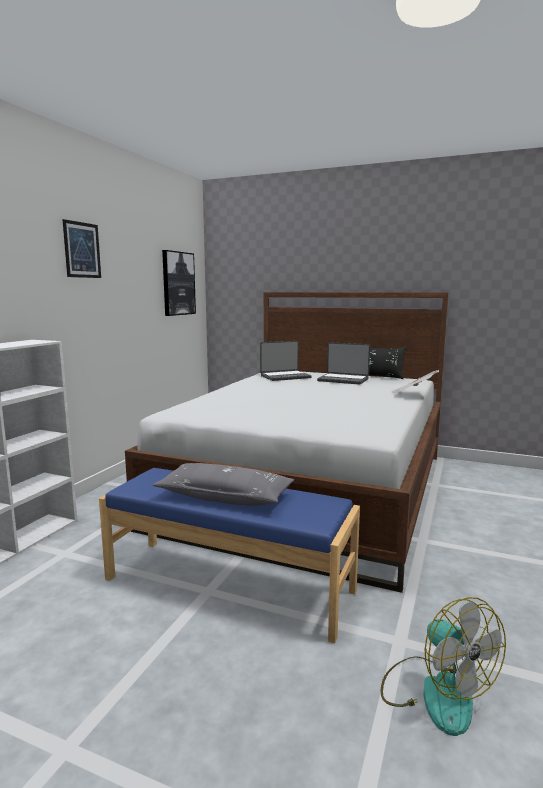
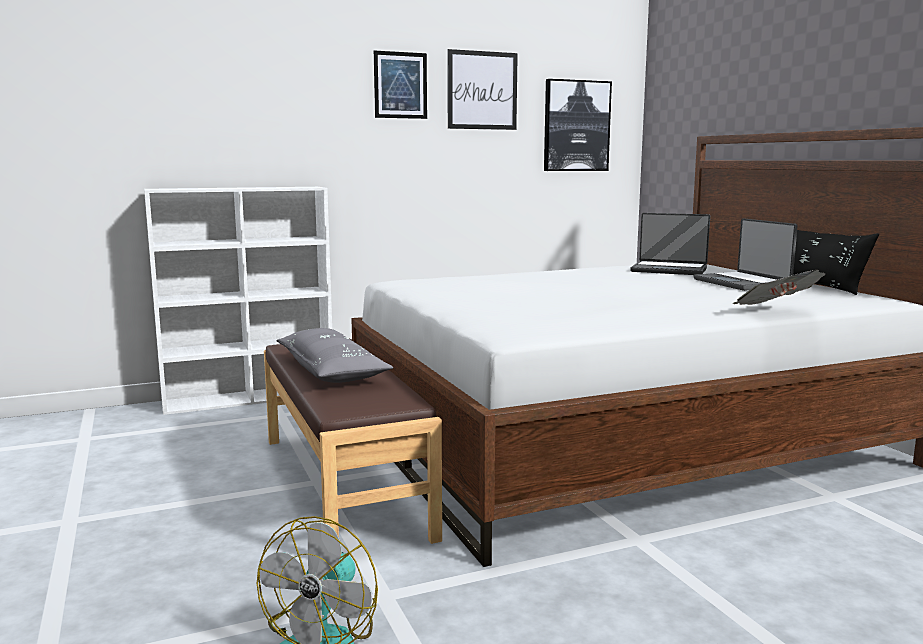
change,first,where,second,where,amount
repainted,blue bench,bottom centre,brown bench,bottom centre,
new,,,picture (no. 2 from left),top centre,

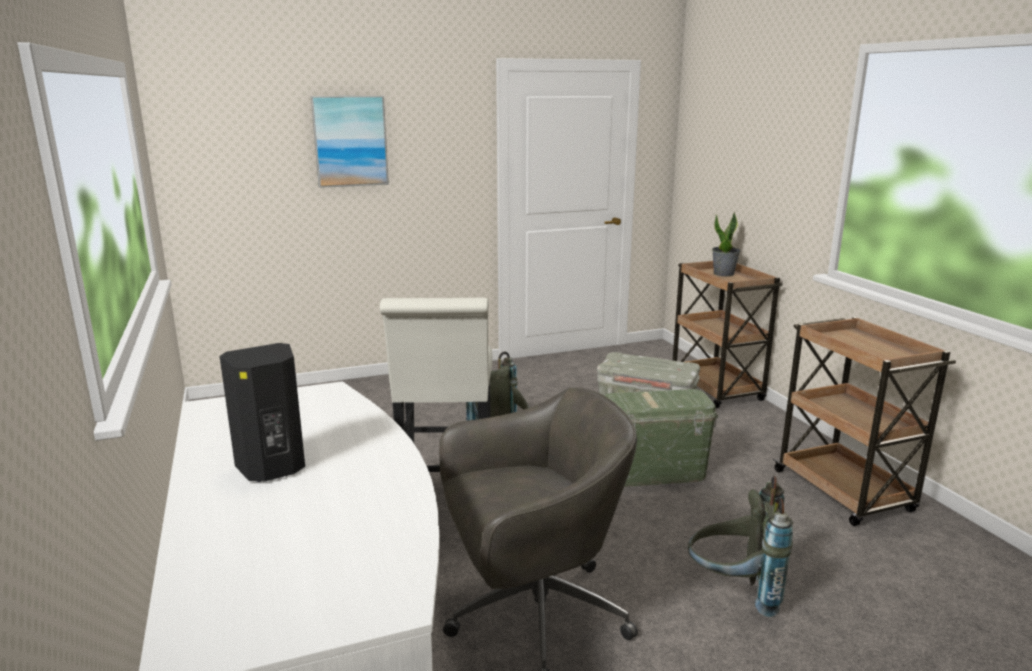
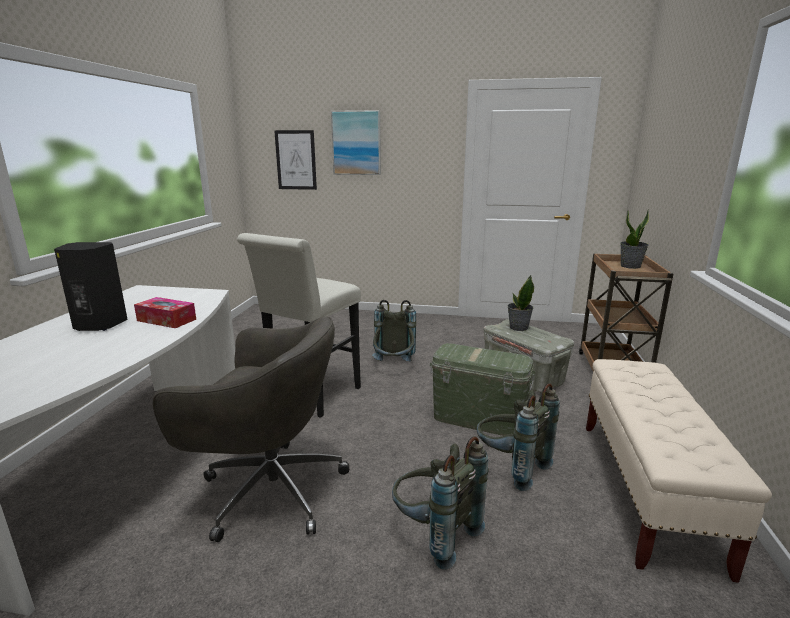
change,first,where,second,where,amount
swapped,brown cart (no. 2 from left),middle right,beige bench,bottom right,
new,,,tissue box,middle left,
new,,,picture (no. 1 from left),top centre,
new,,,grey backpack (no. 3 from left),bottom centre,
new,,,potted plant (no. 1 from left),centre,

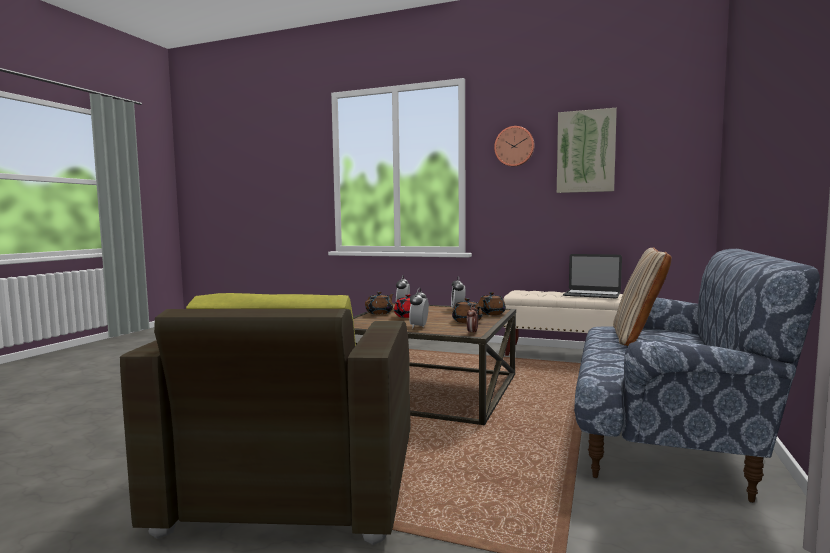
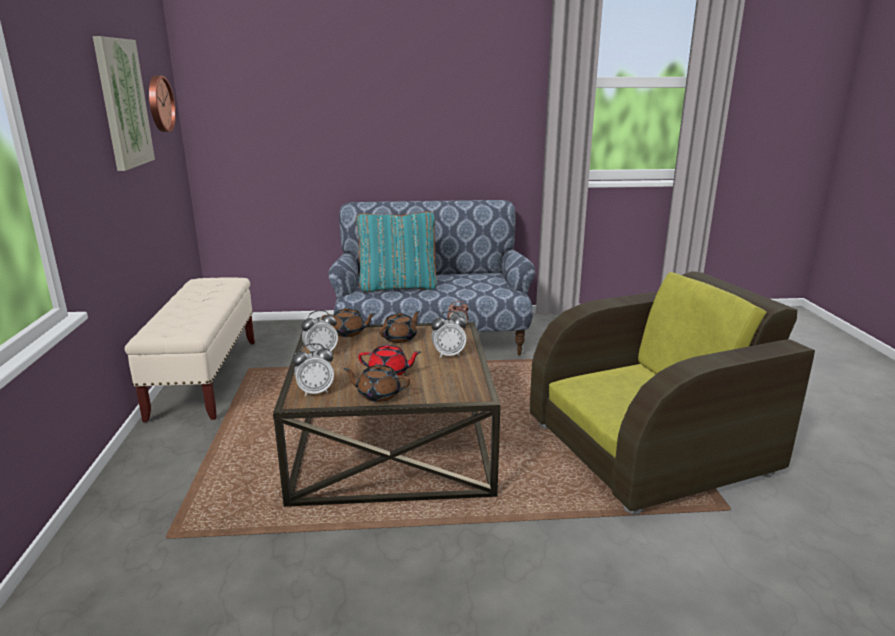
change,first,where,second,where,amount
shifted,wall clock,top centre,,top left,
gone,laptop,middle right,,,
repainted,beige pillow,middle right,turquoise pillow,centre,

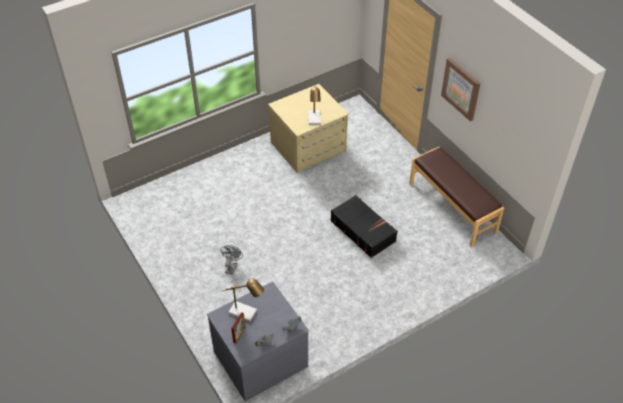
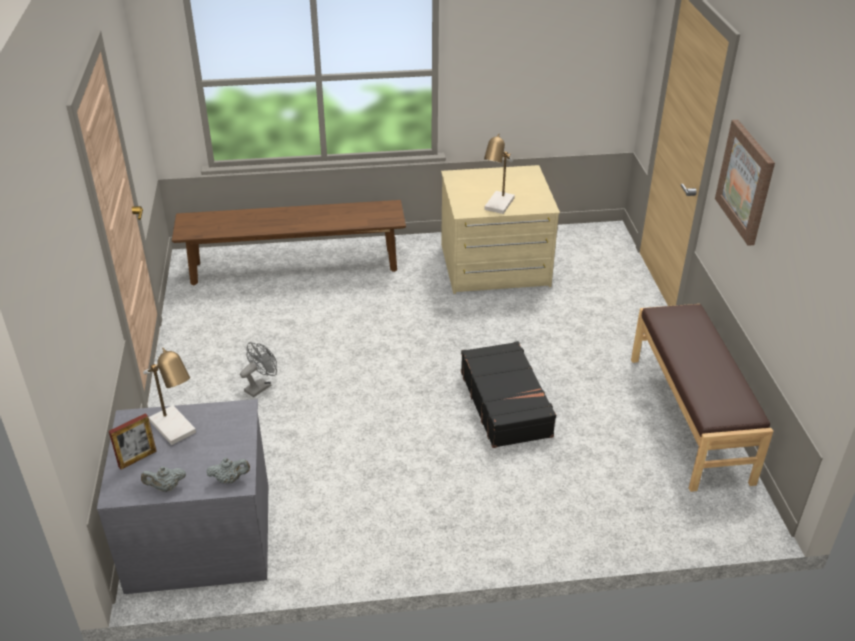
change,first,where,second,where,amount
new,,,brown bench (no. 1 from left),centre,

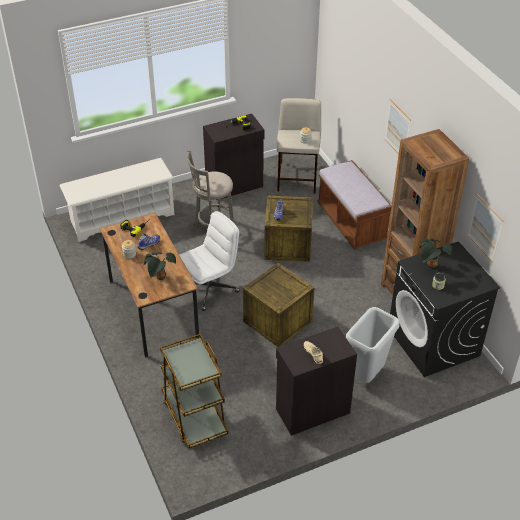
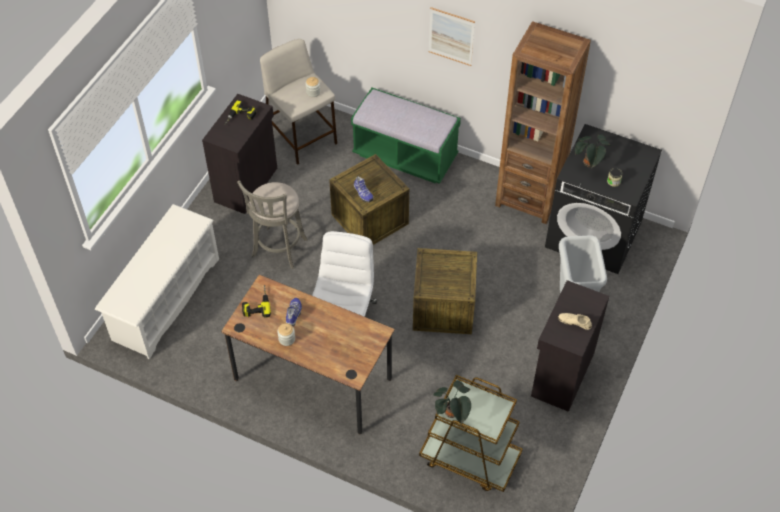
change,first,where,second,where,amount
shifted,potted plant (no. 1 from left),middle left,,bottom centre,
repainted,brown bench,middle right,green bench,top centre,
gone,picture (no. 2 from left),middle right,,,

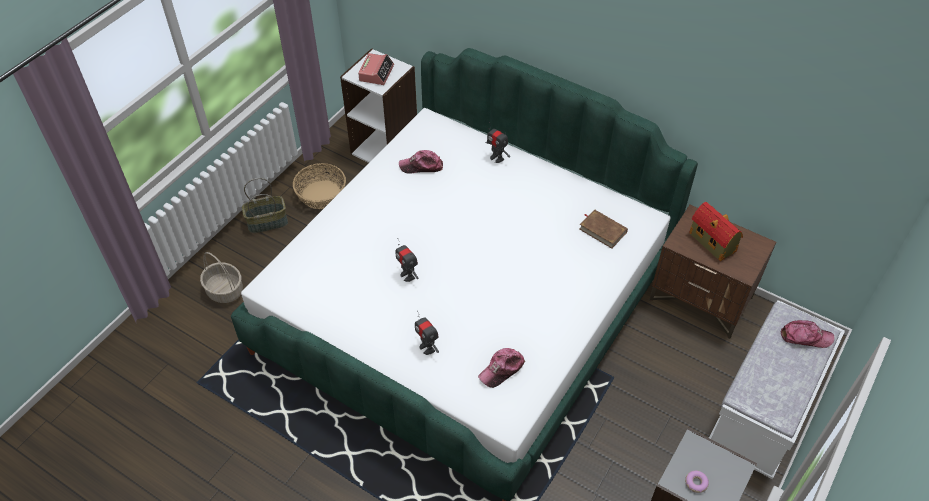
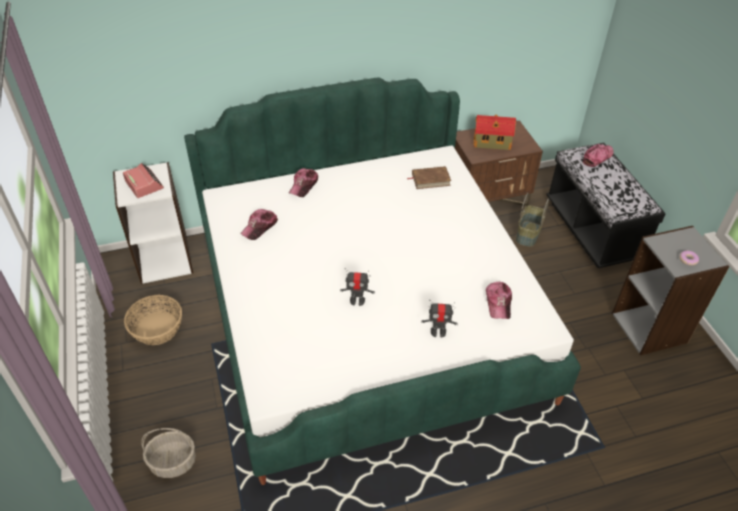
change,first,where,second,where,amount
shifted,basket (no. 2 from left in the first image),middle left,basket (no. 3 from left),middle right,
swapped,toy robot (no. 3 from left),top centre,cap (no. 2 from left),centre,
repainted,white bench,bottom right,black bench,middle right,

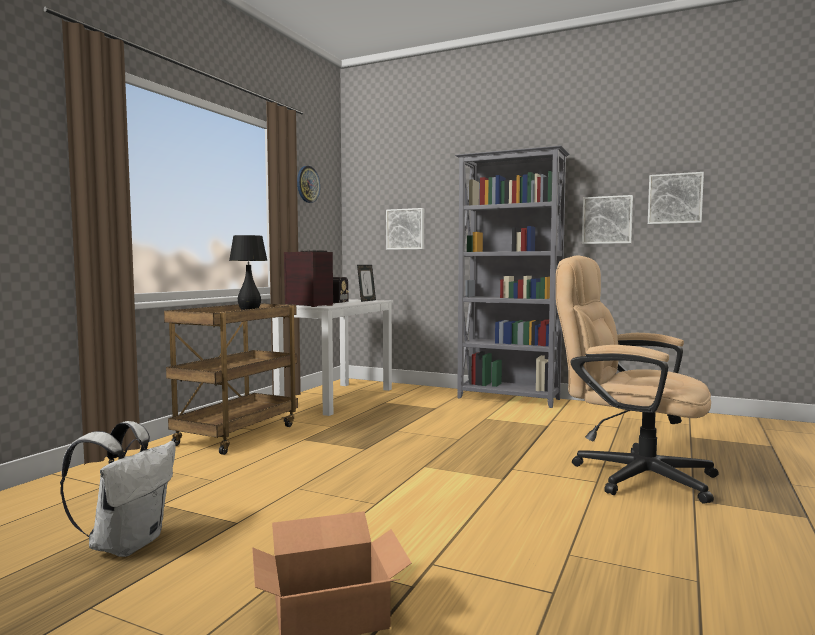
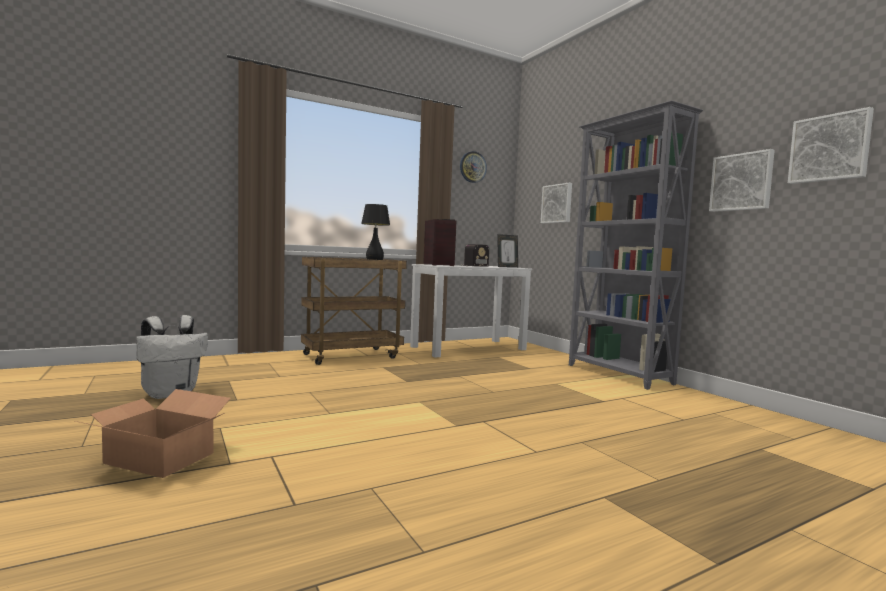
change,first,where,second,where,amount
gone,beige office chair,middle right,,,

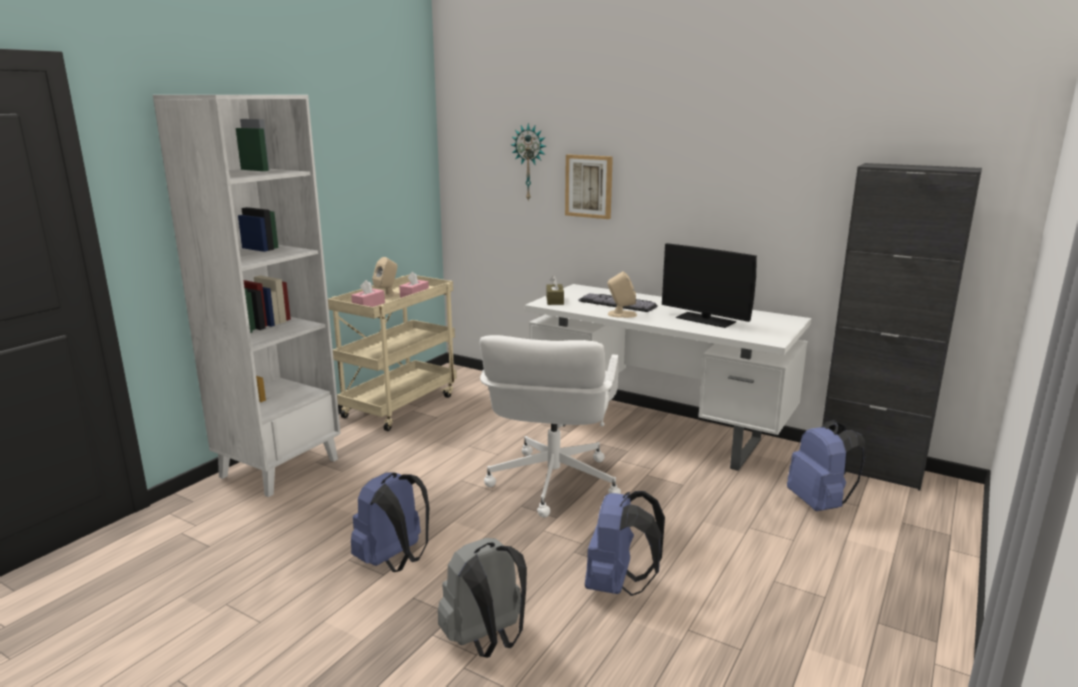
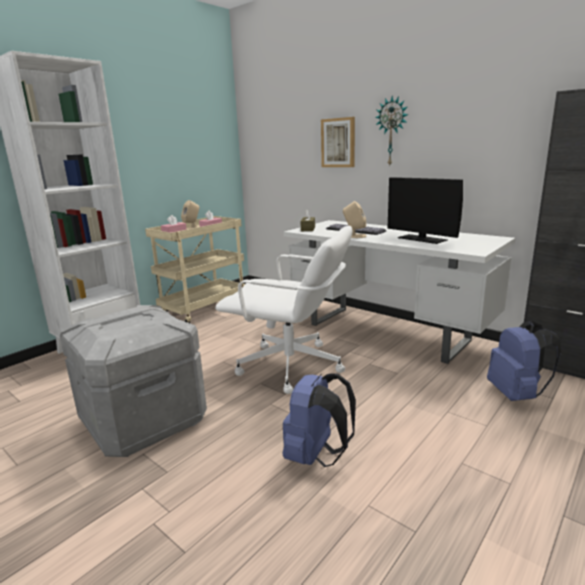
change,first,where,second,where,amount
swapped,blue backpack (no. 1 from left),bottom centre,grey storage box,middle left,
gone,grey backpack,bottom centre,,,
rotated,white office chair,centre,,centre,90 degrees counterclockwise
shifted,wall clock,top centre,,top right,

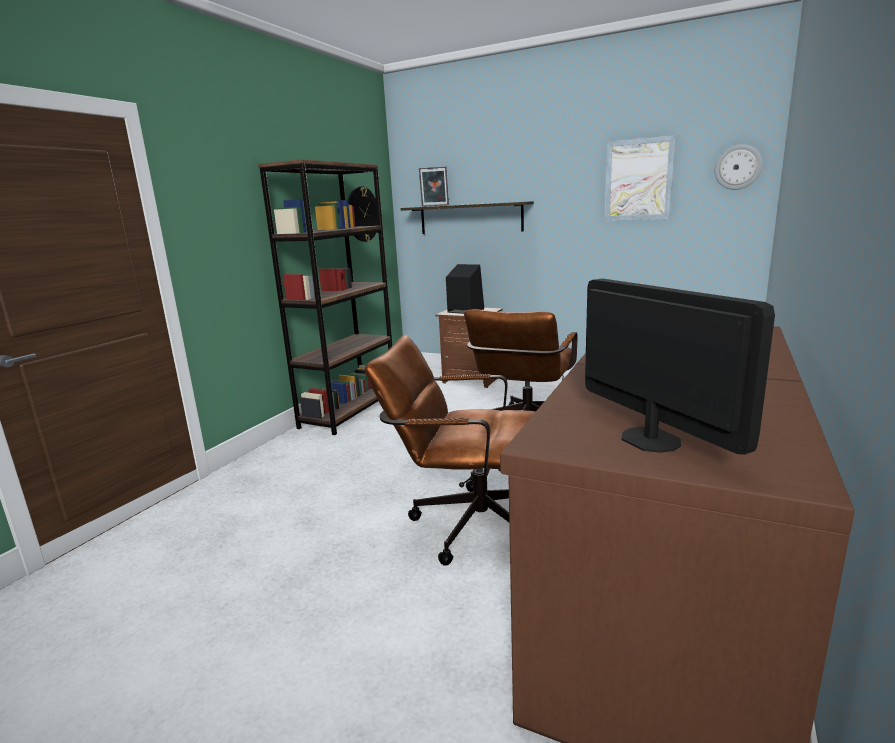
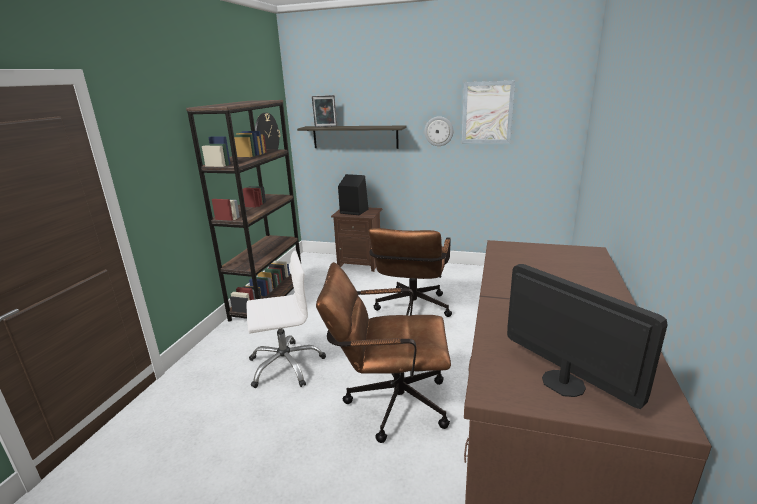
change,first,where,second,where,amount
shifted,wall clock (no. 2 from left),top right,,top centre,
new,,,white office chair,centre,

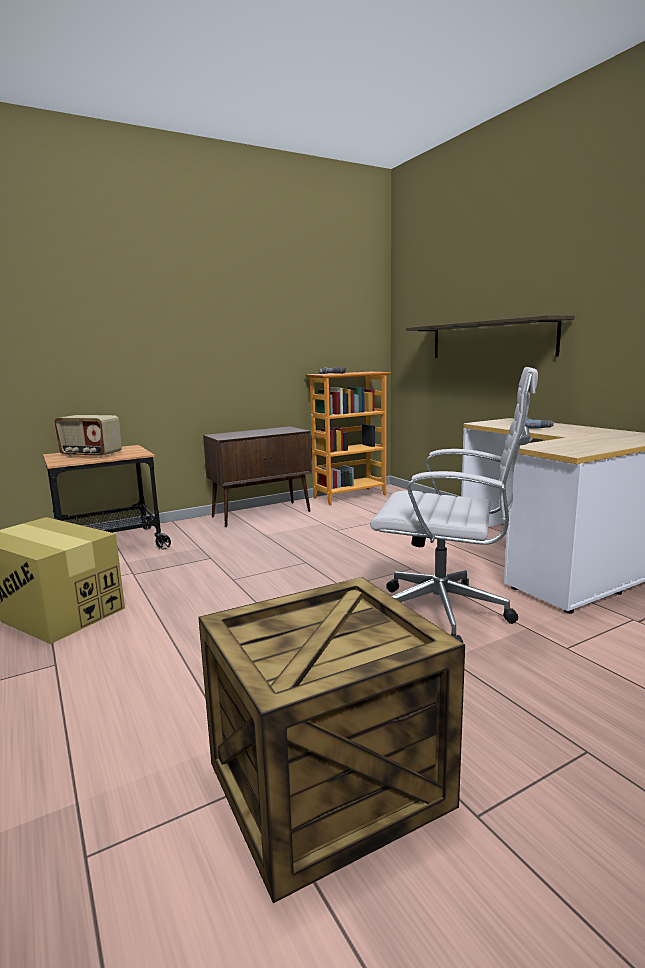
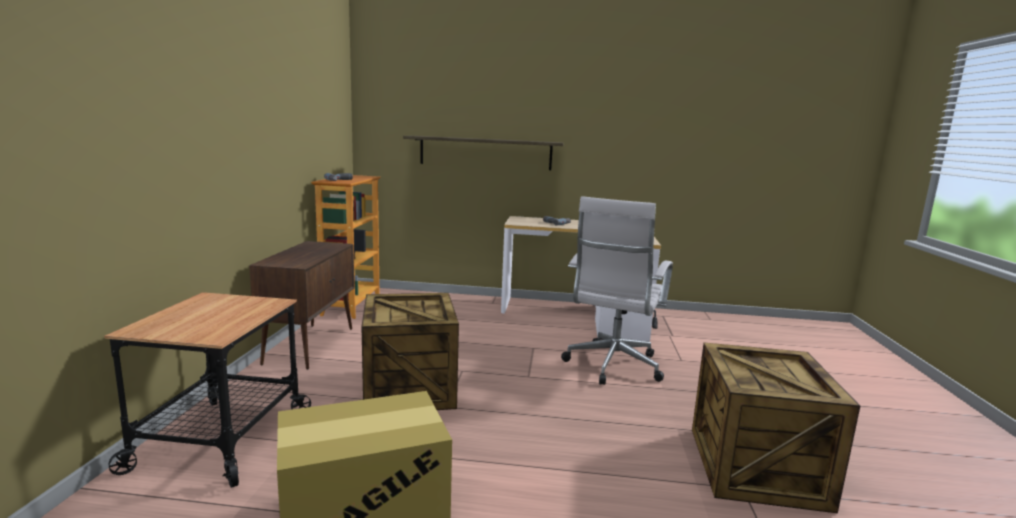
change,first,where,second,where,amount
gone,radio,middle left,,,
rotated,white office chair,middle right,,centre,150 degrees clockwise
new,,,crate (no. 1 from left),bottom centre,

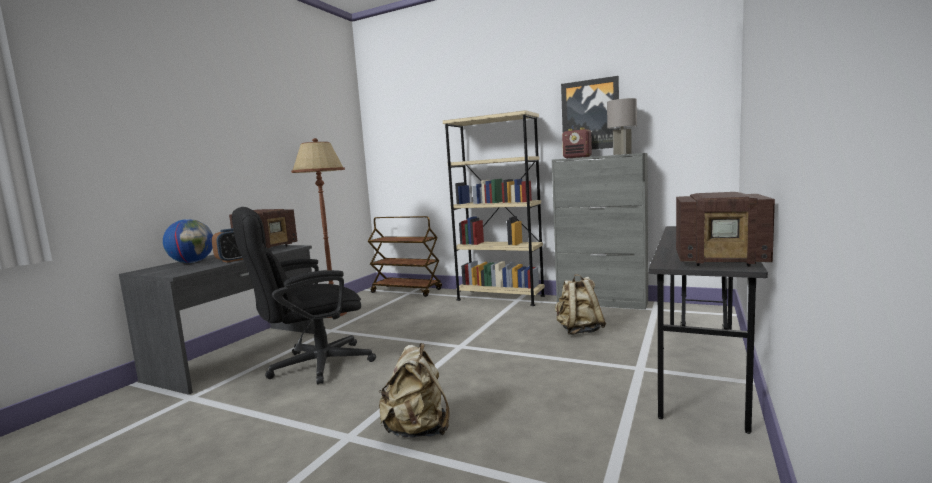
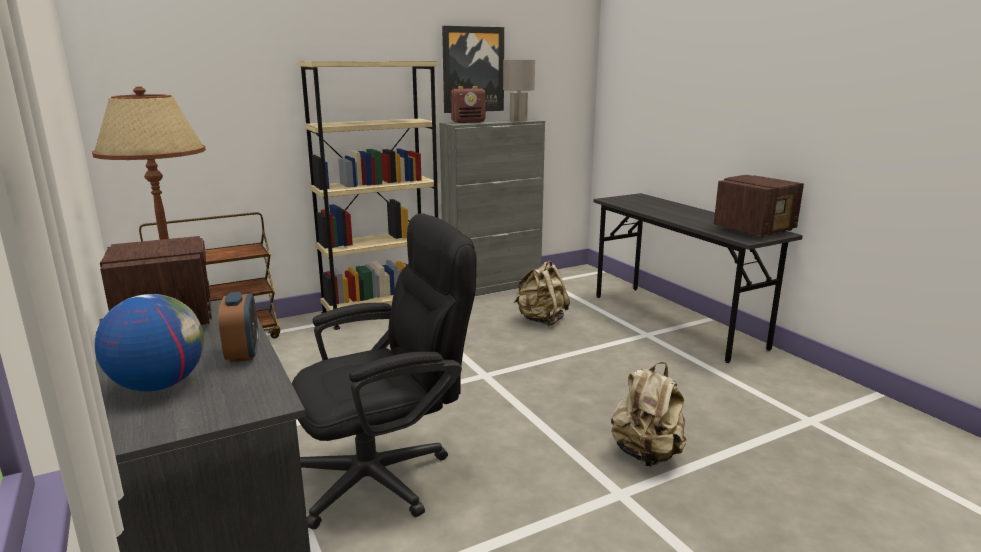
change,first,where,second,where,amount
rotated,black office chair,middle left,,bottom centre,120 degrees counterclockwise

